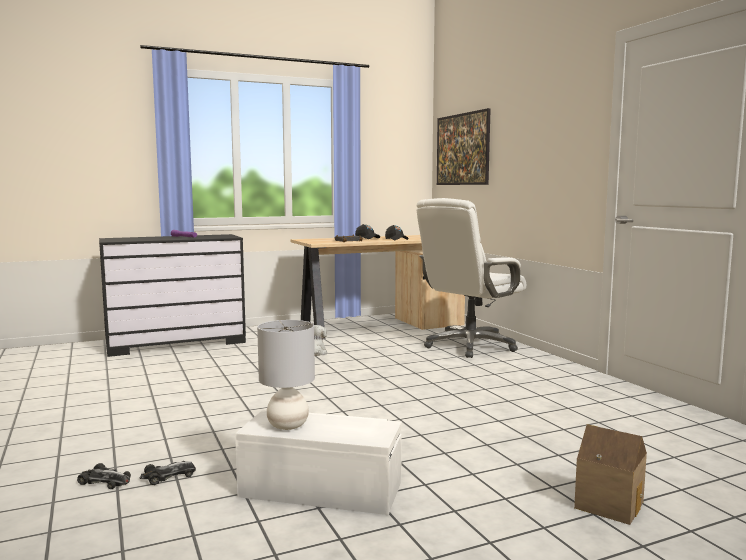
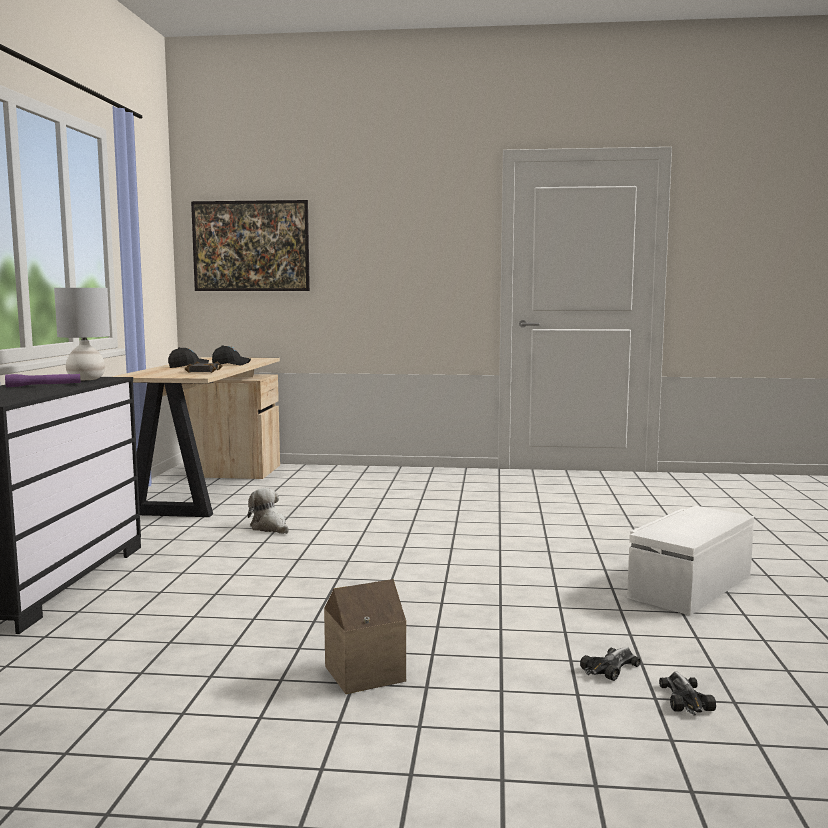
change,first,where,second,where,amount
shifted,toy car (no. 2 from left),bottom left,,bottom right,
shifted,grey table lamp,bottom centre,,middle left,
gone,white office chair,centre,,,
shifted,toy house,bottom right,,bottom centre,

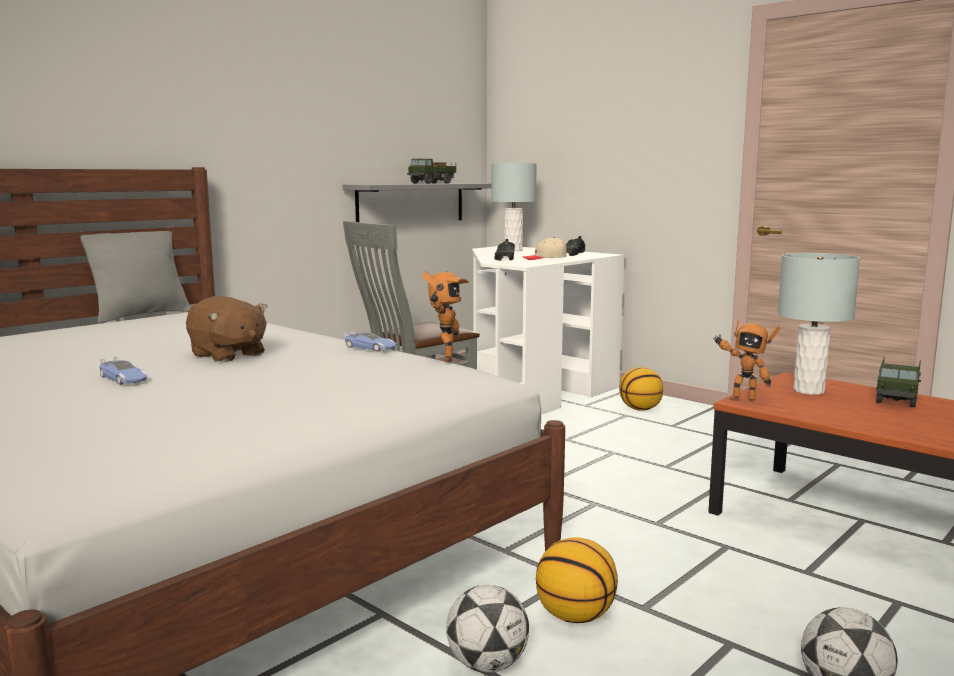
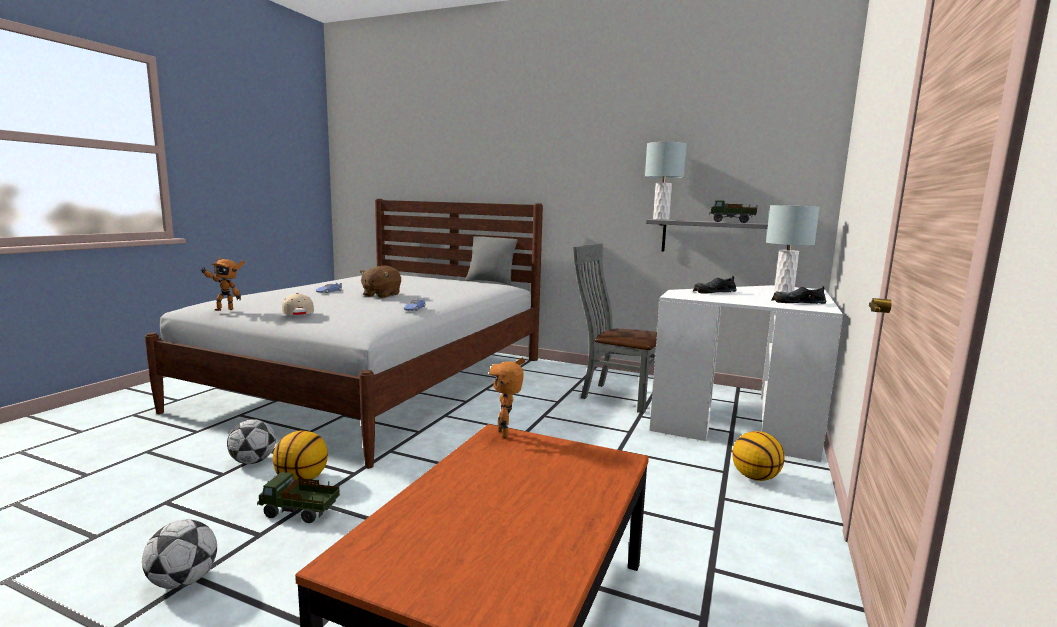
change,first,where,second,where,amount
shifted,toy robot (no. 1 from left),centre,,middle left,
shifted,beige cap,centre,,middle left,
shifted,grey table lamp (no. 2 from left in the first image),middle right,grey table lamp (no. 1 from left),top centre,
shifted,toy truck (no. 2 from left in the first image),middle right,toy truck (no. 1 from left),bottom left,

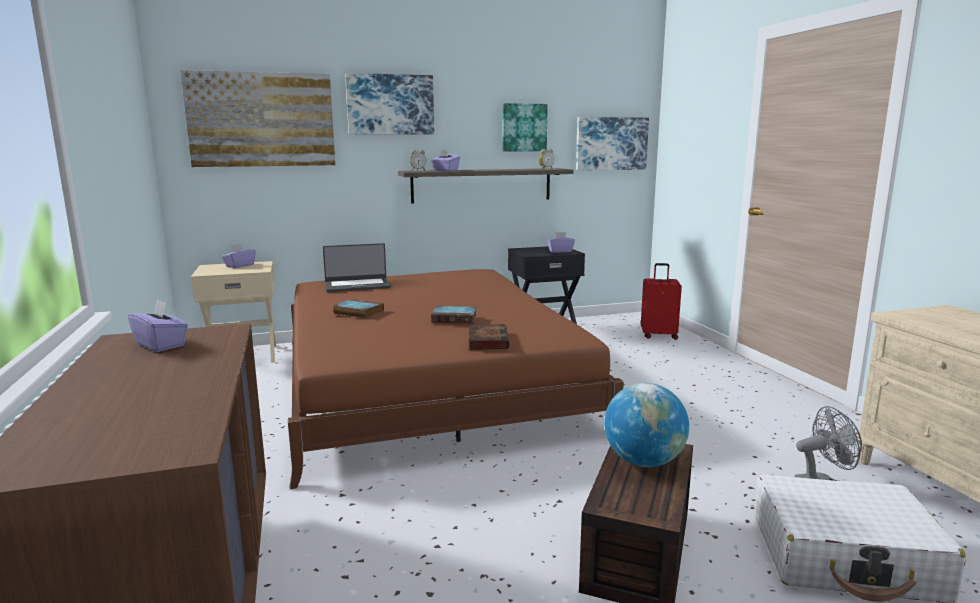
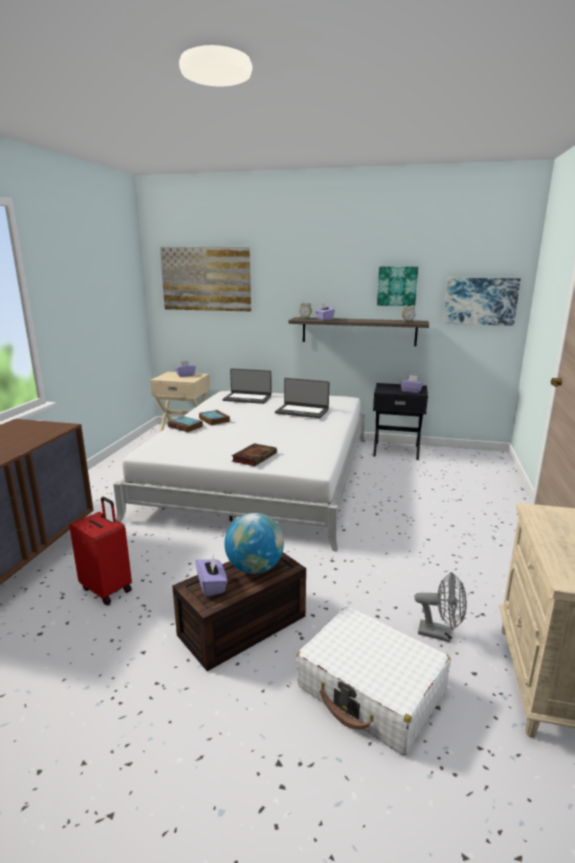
change,first,where,second,where,amount
shifted,purple tissue box (no. 1 from left in the first image),middle left,purple tissue box (no. 2 from left),centre,
repainted,brown bed,centre,white bed,centre,
gone,picture (no. 2 from left),top centre,,,
shifted,book (no. 2 from left in the first image),centre,book (no. 1 from left),middle left,
shifted,red suitcase,middle right,,middle left,
new,,,laptop (no. 2 from left),centre,

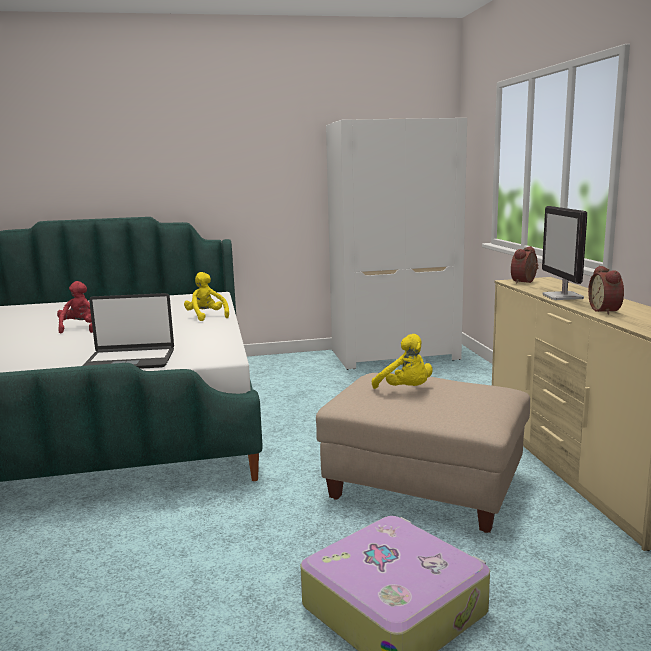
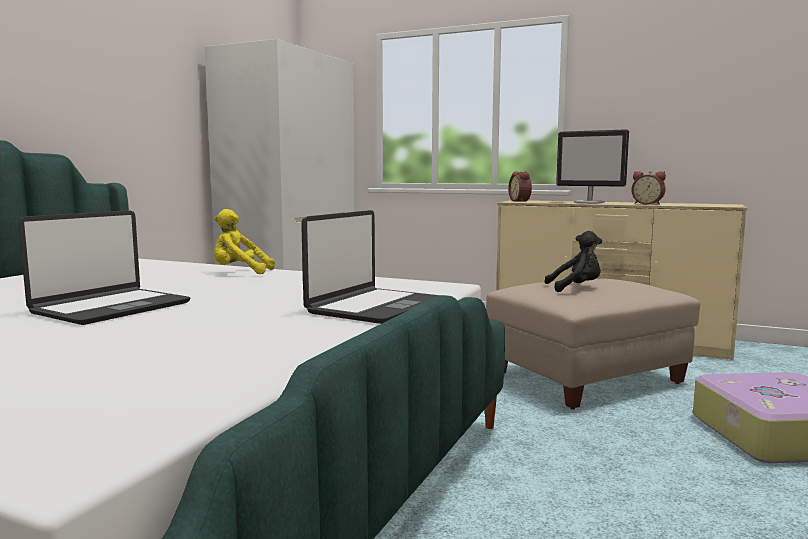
change,first,where,second,where,amount
swapped,red plush toy,middle left,laptop (no. 1 from left),middle left,
repainted,yellow plush toy (no. 2 from left),centre,black plush toy,middle right,

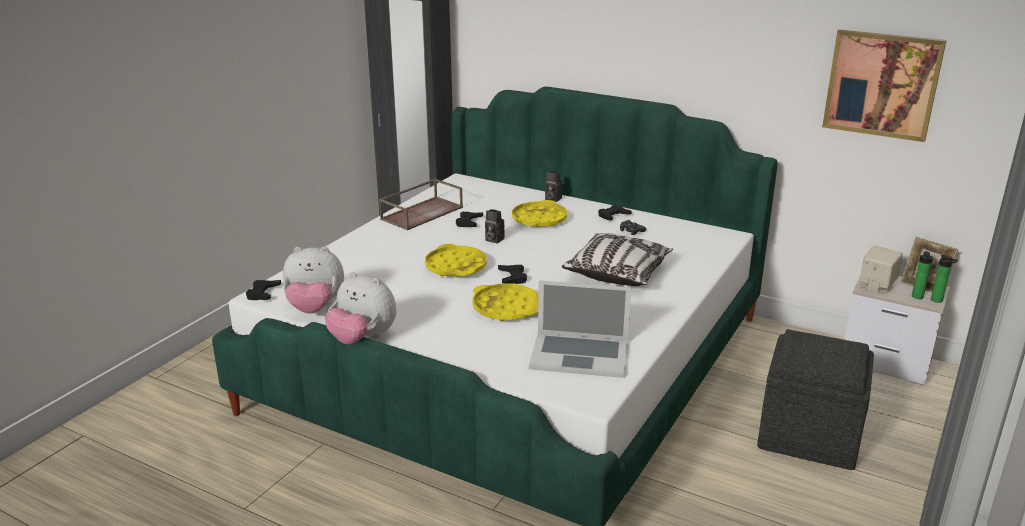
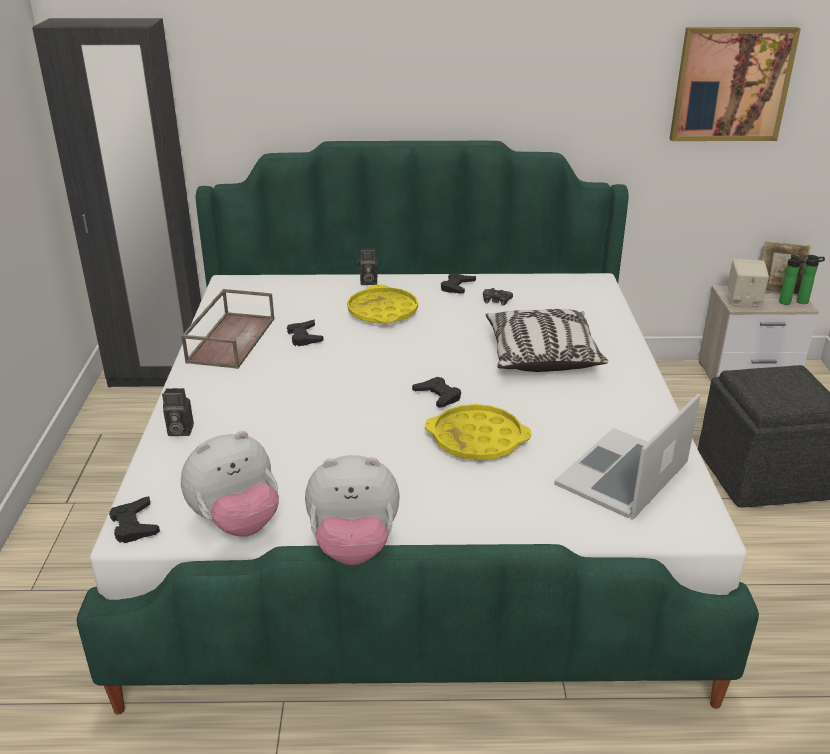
change,first,where,second,where,amount
gone,yellow tray (no. 1 from left),centre,,,
shifted,photo camera (no. 1 from left),centre,,middle left,
rotated,laptop,centre,,middle right,150 degrees clockwise

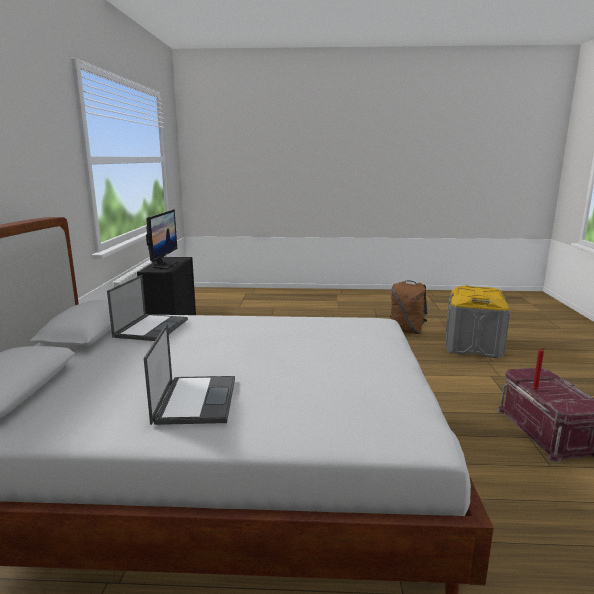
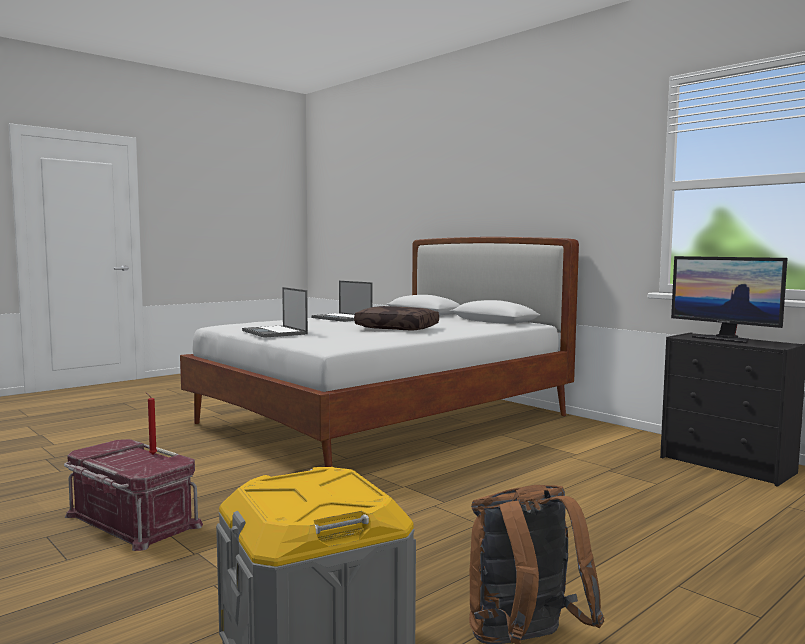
change,first,where,second,where,amount
shifted,laptop (no. 1 from left),middle left,,centre,
new,,,brown pillow,centre,

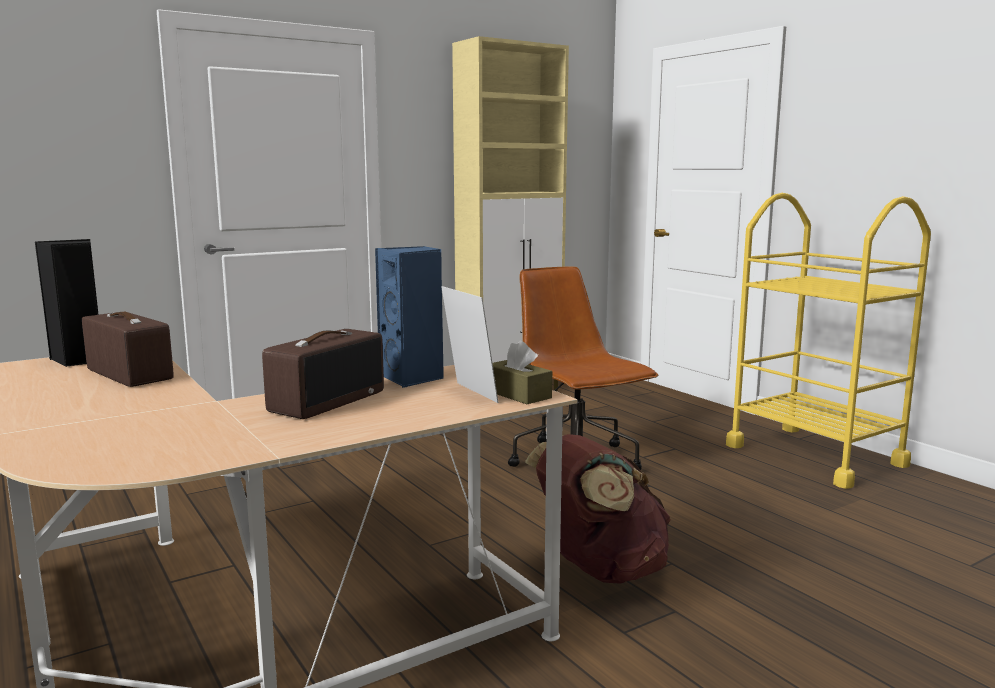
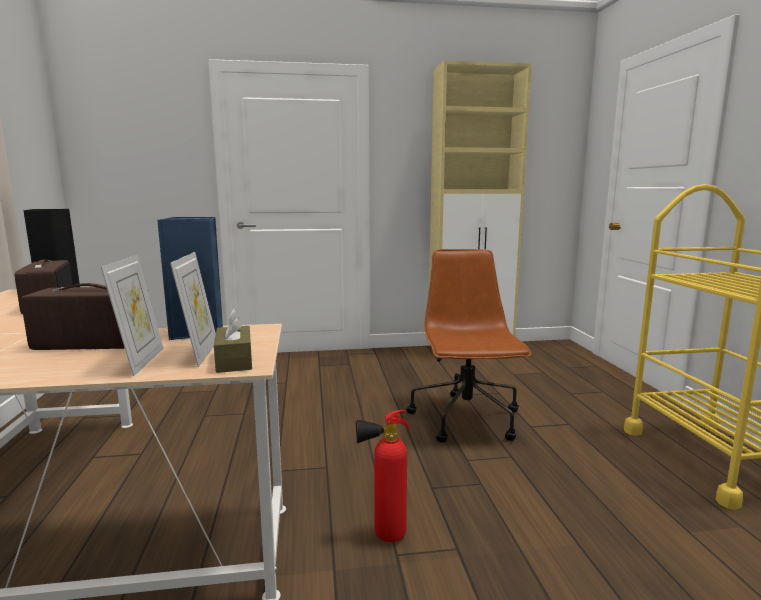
change,first,where,second,where,amount
rotated,radio (no. 2 from left),middle left,,middle left,150 degrees counterclockwise
swapped,brown backpack,bottom centre,fire extinguisher,bottom centre,
new,,,picture frame (no. 1 from left),middle left,

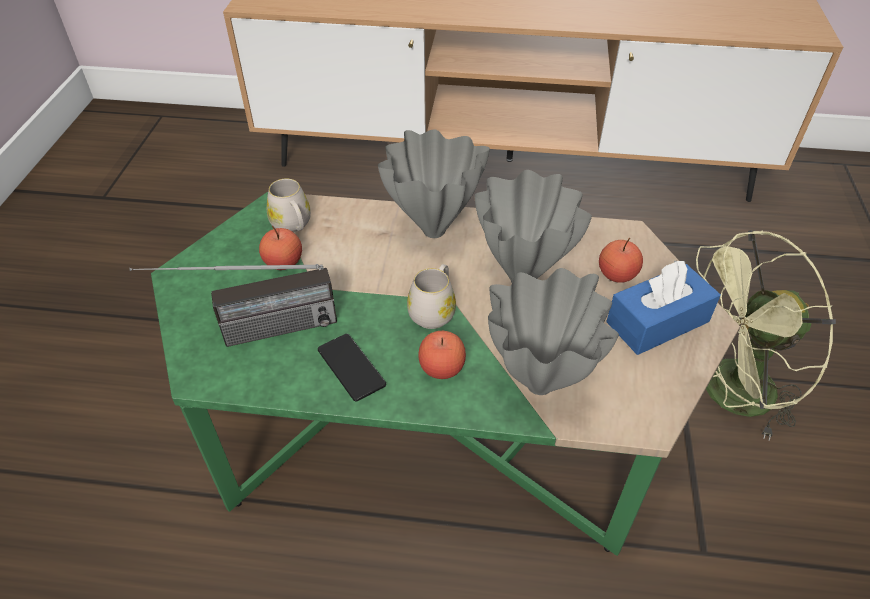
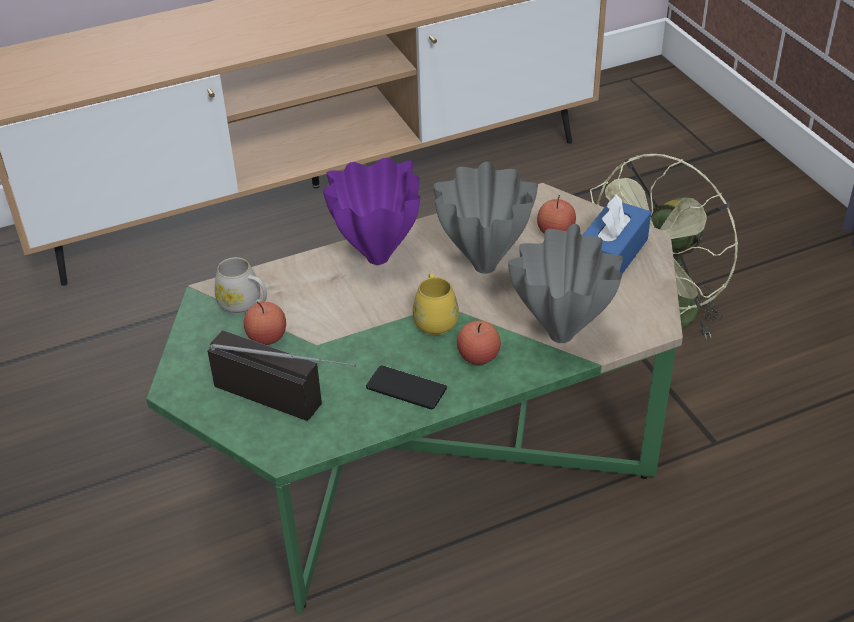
change,first,where,second,where,amount
rotated,radio,middle left,,middle left,105 degrees counterclockwise
repainted,grey vase (no. 1 from left),top centre,purple vase,centre,
repainted,white mug (no. 2 from left),centre,yellow mug,centre,

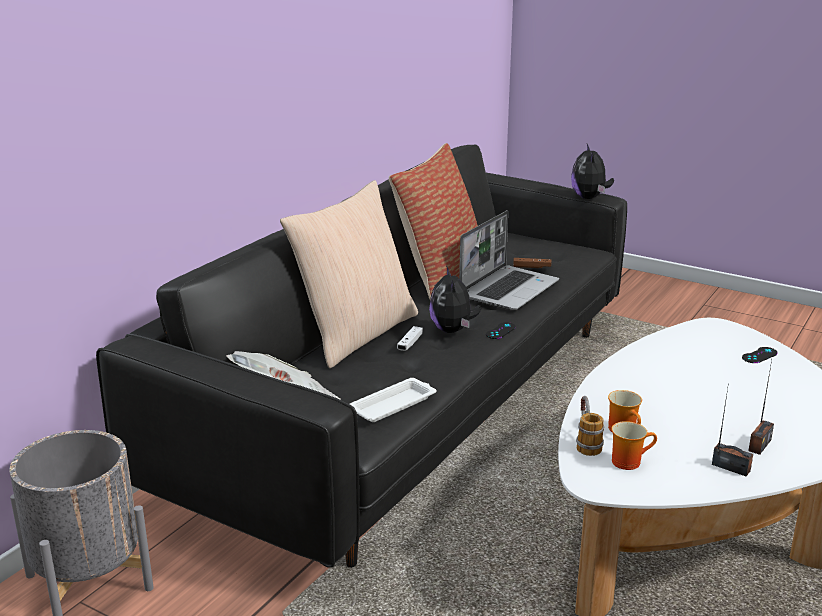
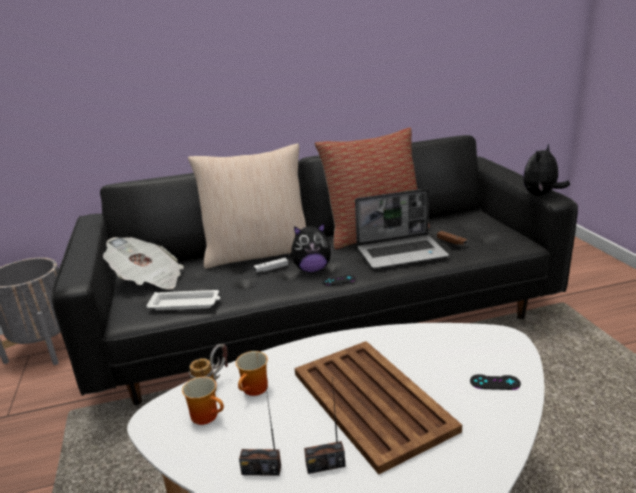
change,first,where,second,where,amount
rotated,plush toy (no. 1 from left),centre,,centre,135 degrees counterclockwise
rotated,radio (no. 1 from left),bottom right,,bottom centre,105 degrees clockwise
new,,,brown tray,bottom centre,

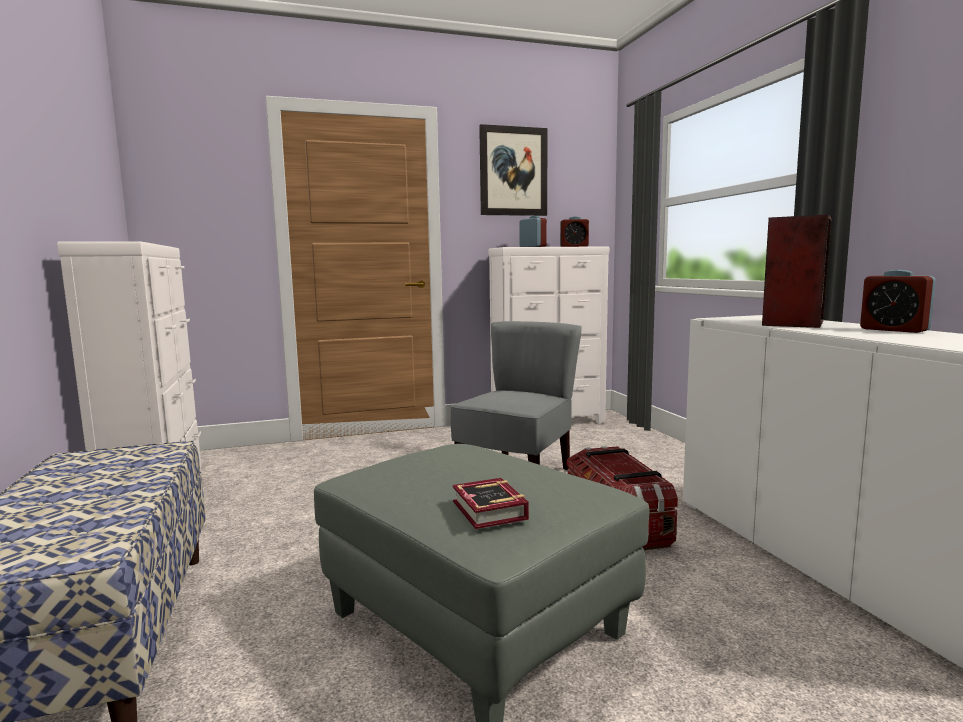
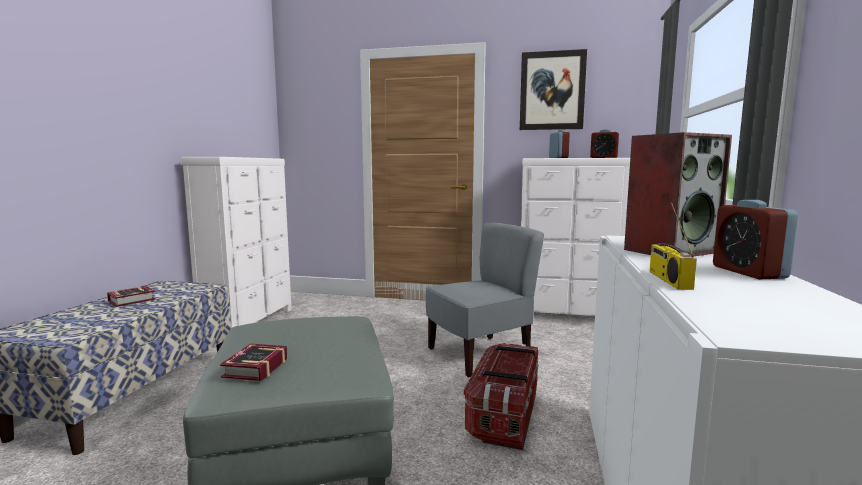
change,first,where,second,where,amount
new,,,book (no. 1 from left),middle left,
new,,,radio,middle right,

